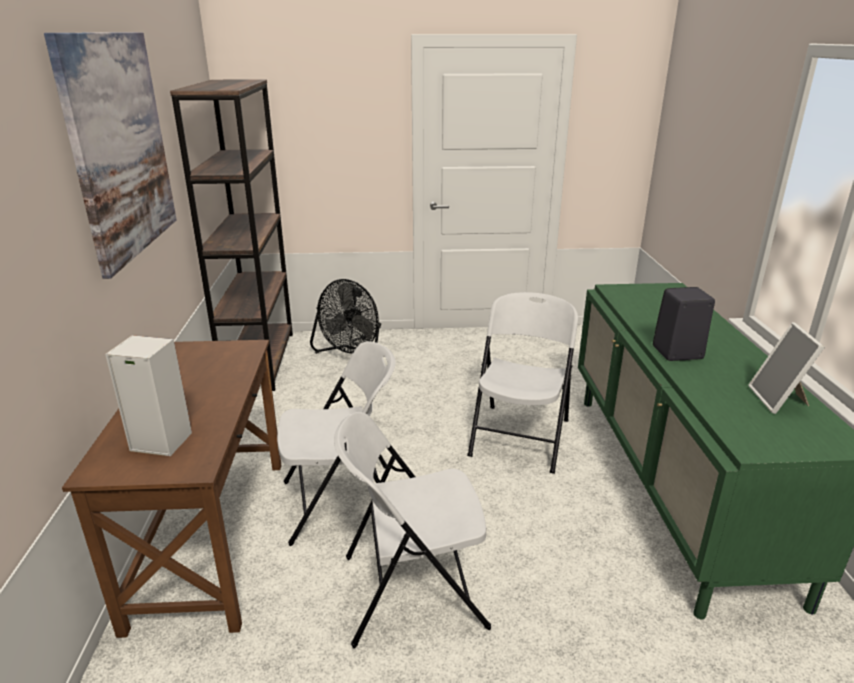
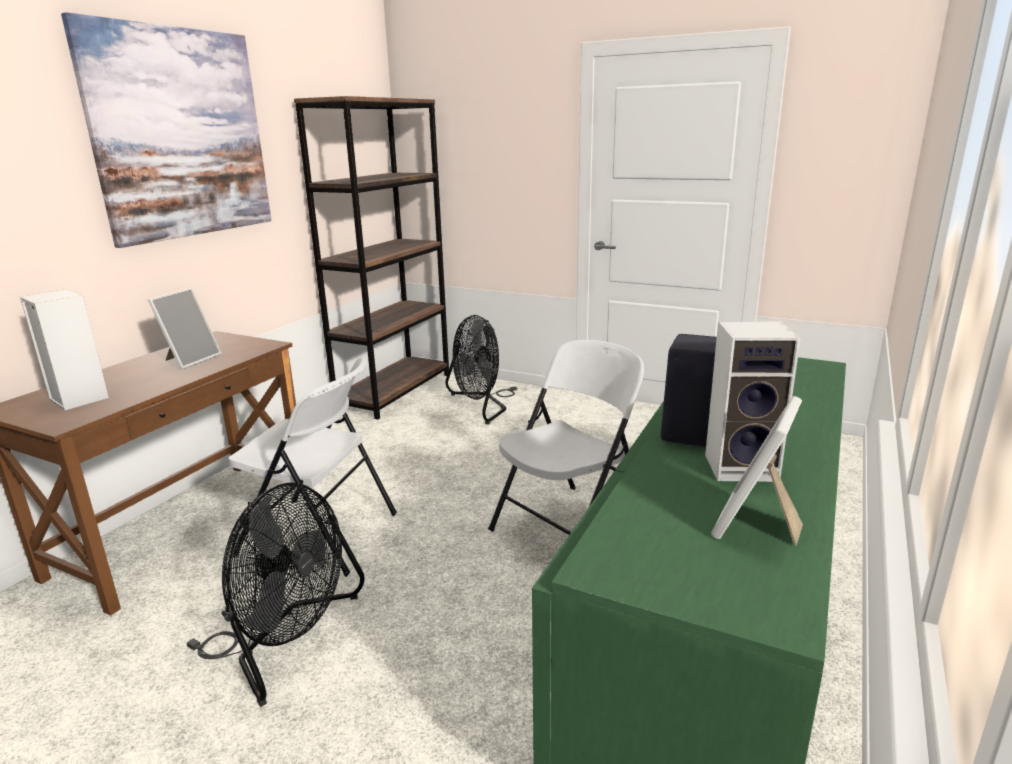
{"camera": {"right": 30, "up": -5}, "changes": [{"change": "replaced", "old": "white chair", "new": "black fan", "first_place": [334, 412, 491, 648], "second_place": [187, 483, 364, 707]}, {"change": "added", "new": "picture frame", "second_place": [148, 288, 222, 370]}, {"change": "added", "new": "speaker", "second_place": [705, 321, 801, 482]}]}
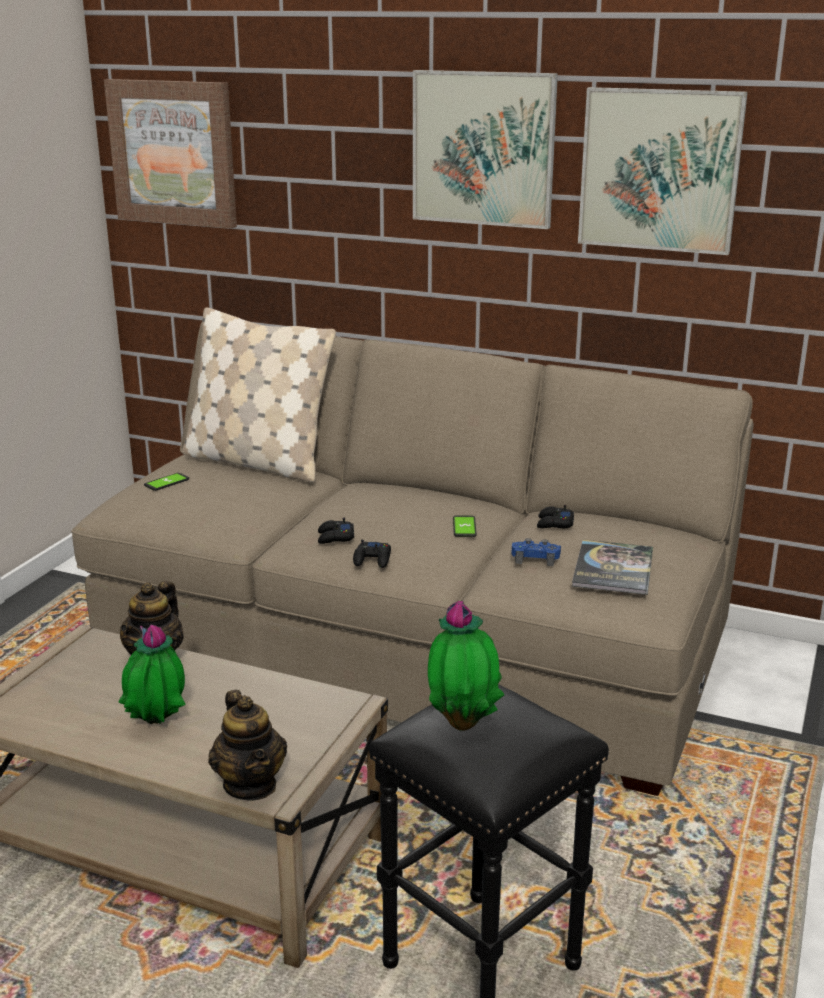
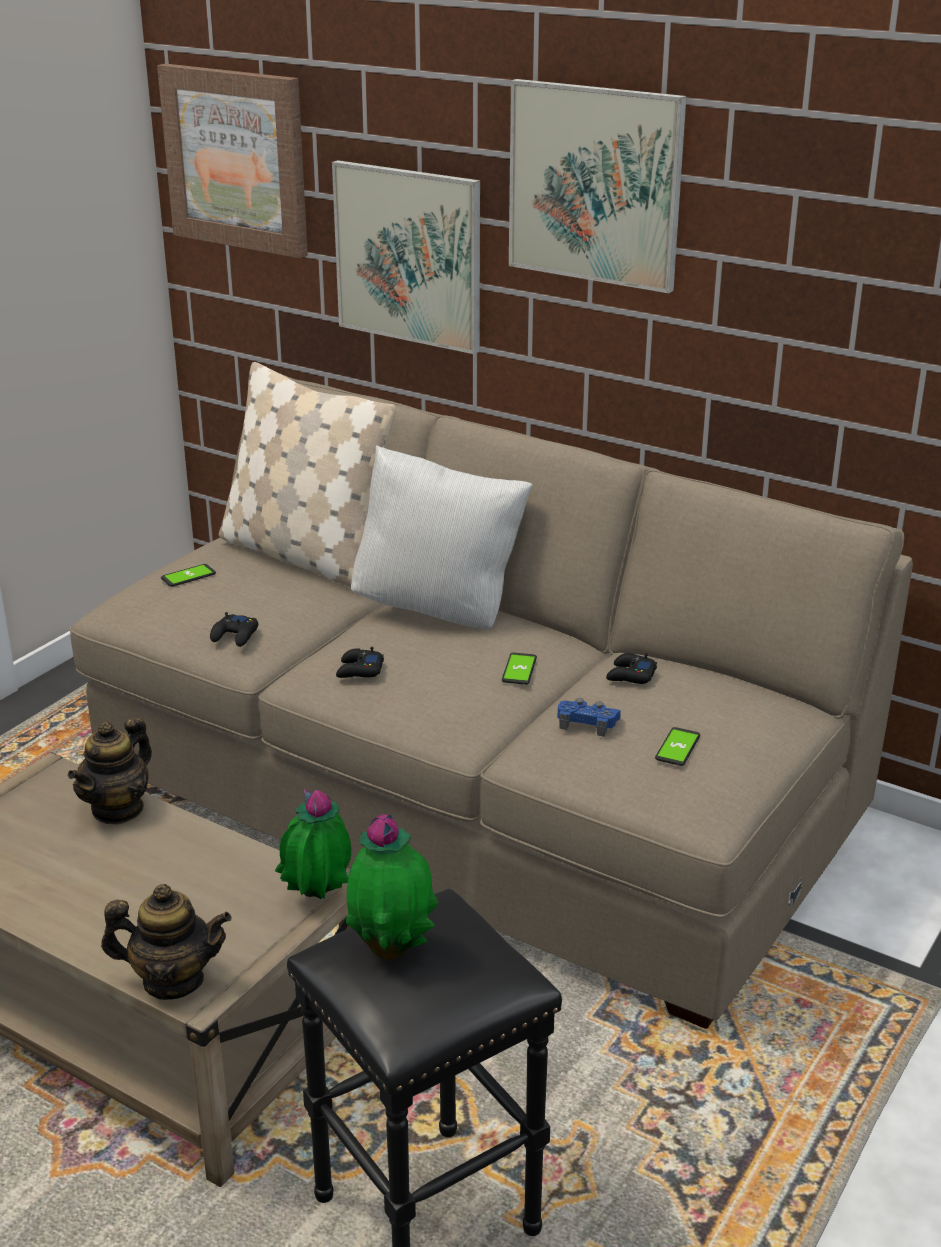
{"camera": {"right": 10, "up": 5}, "changes": [{"change": "moved", "old": "potted plant", "first_place": [118, 625, 186, 724], "second_place": [275, 789, 351, 899]}, {"change": "turned", "old": "teapot", "first_place": [208, 690, 287, 801], "second_place": [101, 884, 231, 1000], "degrees": -75}, {"change": "moved", "old": "black game controller", "first_place": [353, 540, 391, 568], "second_place": [210, 612, 258, 647]}, {"change": "replaced", "old": "book", "new": "phone", "first_place": [572, 540, 653, 595], "second_place": [655, 727, 700, 766]}, {"change": "moved", "old": "picture", "first_place": [578, 87, 748, 255], "second_place": [332, 160, 480, 354]}, {"change": "added", "new": "white pillow", "second_place": [351, 445, 533, 630]}]}
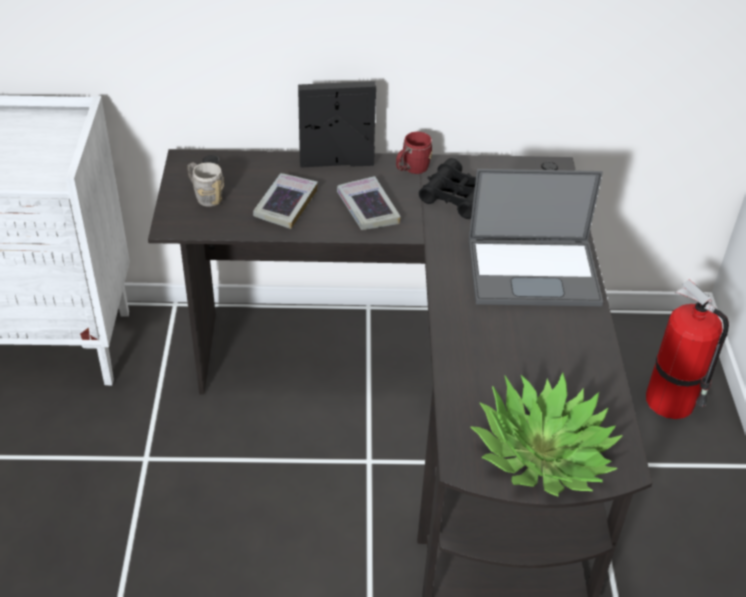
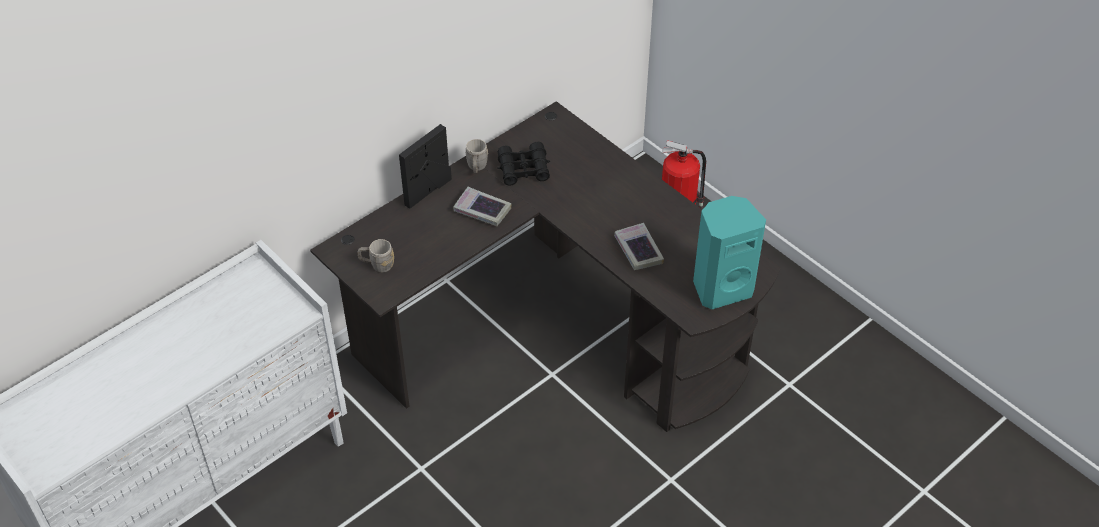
{"camera": {"right": -40, "up": 5}, "changes": [{"change": "moved", "old": "book", "first_place": [253, 173, 318, 229], "second_place": [614, 223, 664, 270]}, {"change": "recoloured", "old": "red mug", "new": "grey mug", "first_place": [396, 132, 432, 174], "second_place": [466, 139, 488, 173]}, {"change": "removed", "old": "laptop", "first_place": [468, 169, 603, 306]}, {"change": "replaced", "old": "potted plant", "new": "turquoise speaker", "first_place": [471, 372, 623, 496], "second_place": [693, 196, 766, 309]}]}
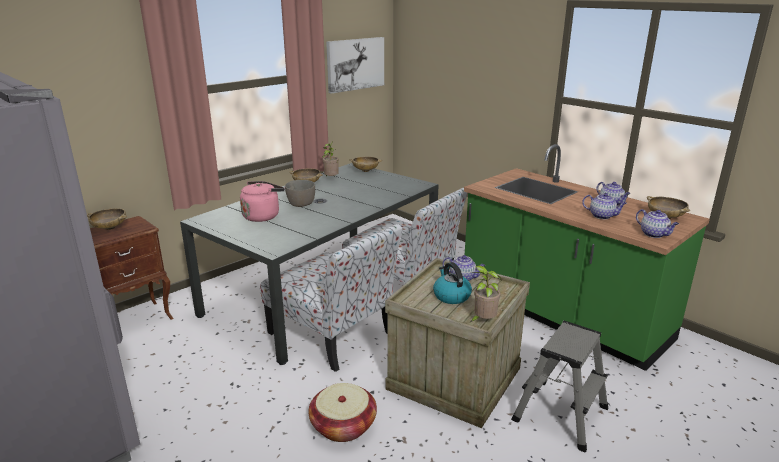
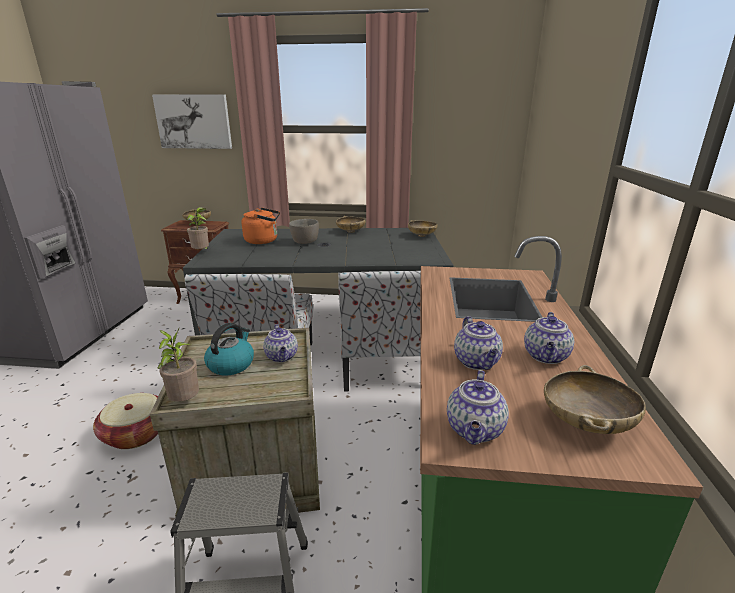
{"camera": {"right": 50, "up": 0}, "changes": [{"change": "recoloured", "old": "pink kettle", "new": "orange kettle", "first_place": [240, 181, 285, 222], "second_place": [241, 208, 280, 244]}, {"change": "moved", "old": "potted plant", "first_place": [322, 141, 339, 177], "second_place": [185, 207, 209, 250]}, {"change": "moved", "old": "picture", "first_place": [326, 37, 384, 94], "second_place": [152, 94, 232, 149]}]}
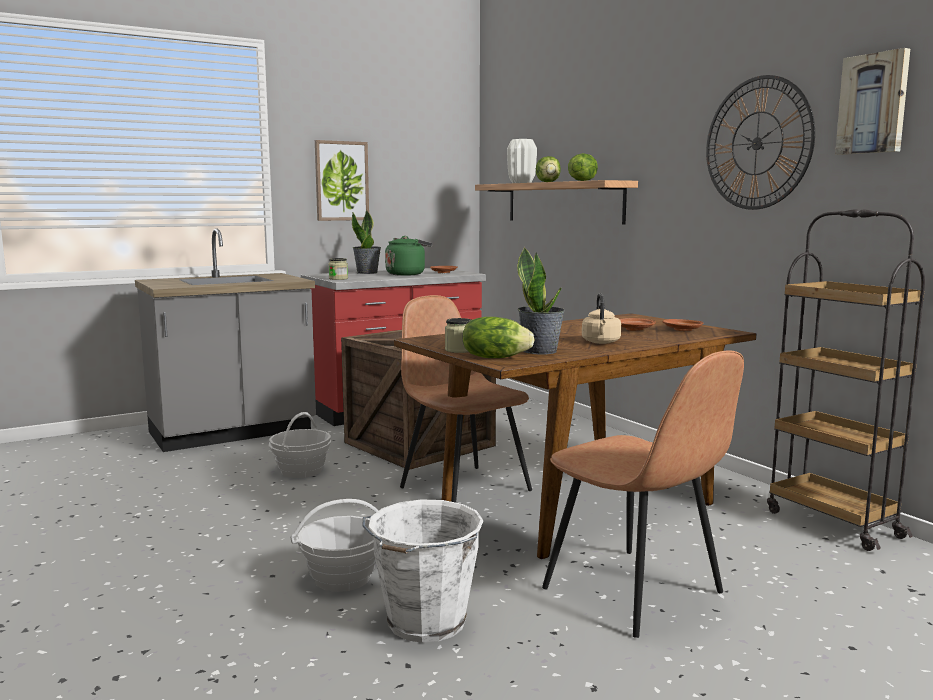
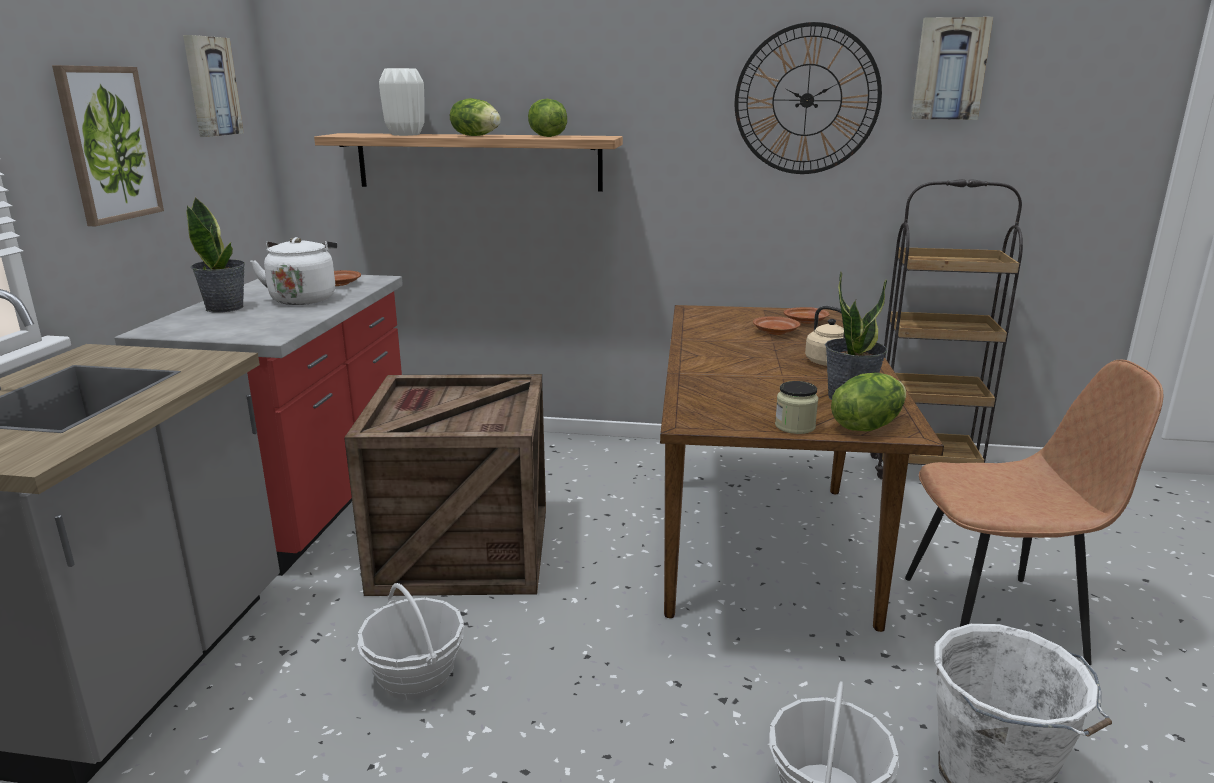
{"camera": {"right": -50, "up": 10}, "changes": [{"change": "removed", "old": "jar", "first_place": [328, 258, 348, 280]}, {"change": "recoloured", "old": "green kettle", "new": "white kettle", "first_place": [385, 236, 432, 276], "second_place": [250, 237, 337, 305]}, {"change": "removed", "old": "brown chair", "first_place": [400, 295, 532, 503]}, {"change": "added", "new": "picture", "second_place": [183, 35, 244, 137]}]}
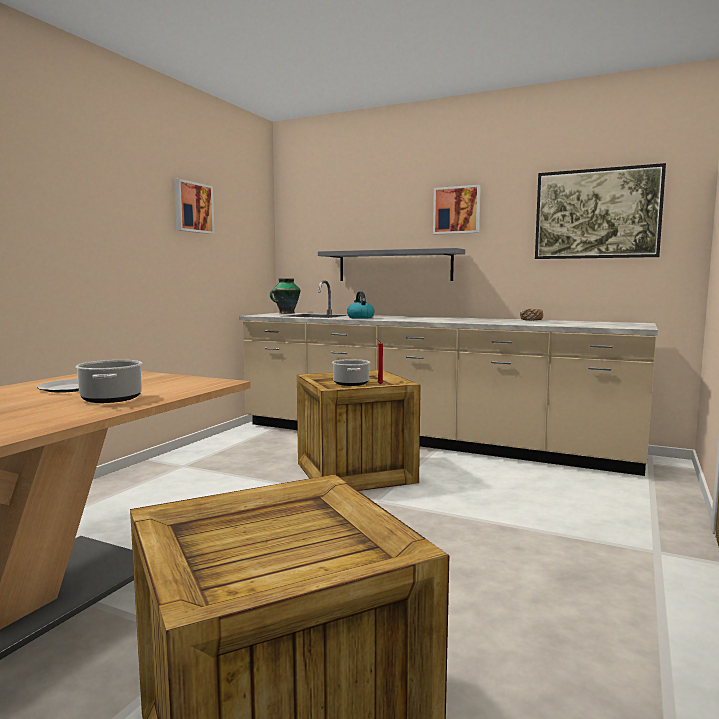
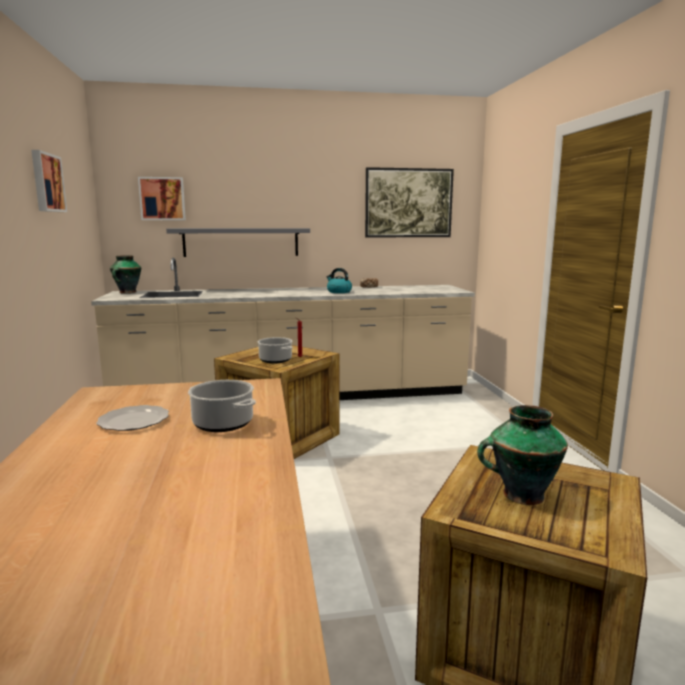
{"camera": {"right": -35, "up": 5}, "changes": [{"change": "moved", "old": "kettle", "first_place": [347, 291, 375, 319], "second_place": [327, 268, 352, 293]}, {"change": "moved", "old": "picture", "first_place": [433, 185, 481, 234], "second_place": [138, 177, 186, 220]}, {"change": "added", "new": "vase", "second_place": [477, 405, 568, 505]}]}
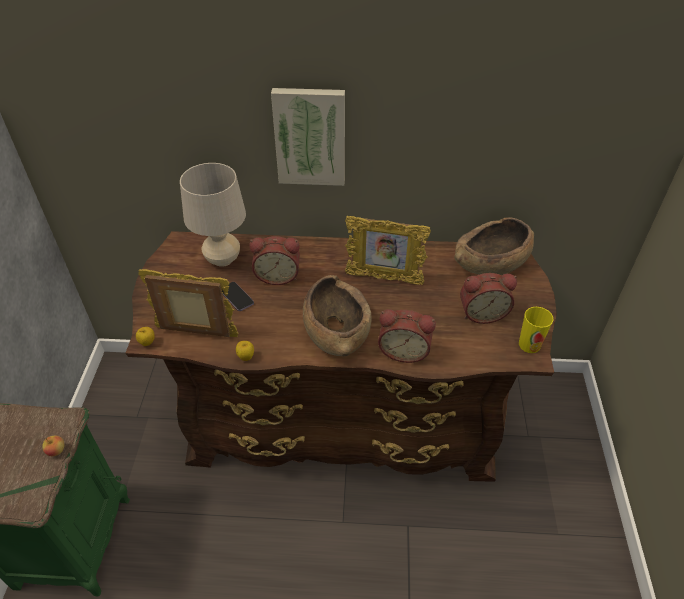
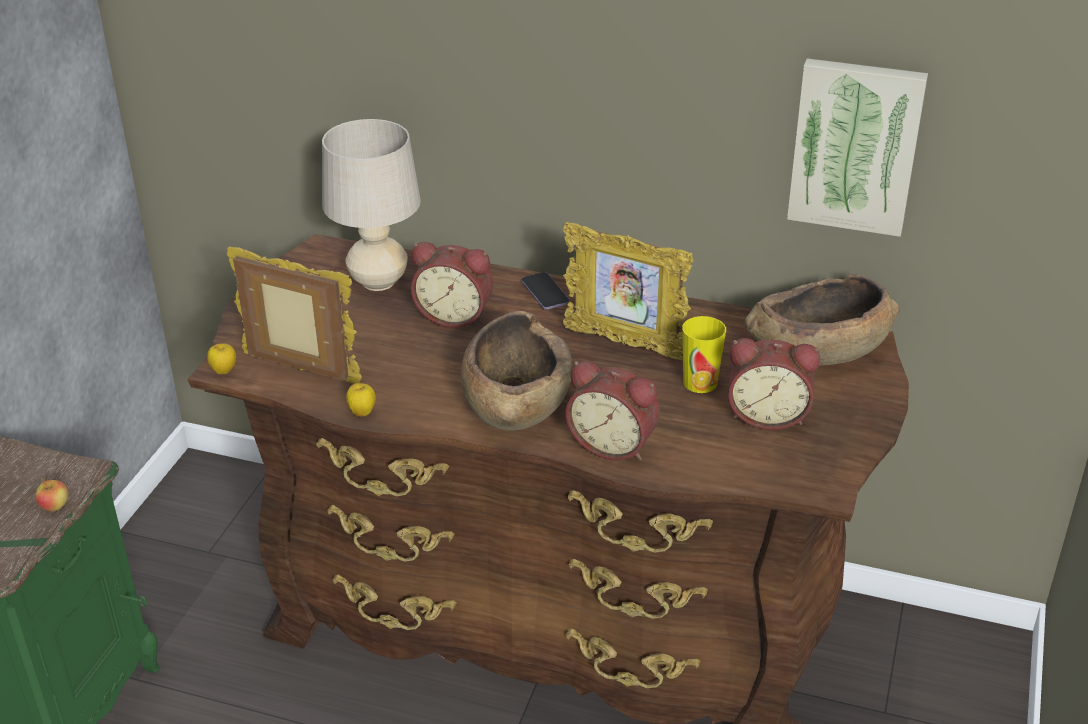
{"camera": {"right": 15, "up": -10}, "changes": [{"change": "moved", "old": "phone", "first_place": [222, 282, 254, 311], "second_place": [521, 272, 570, 310]}, {"change": "moved", "old": "picture", "first_place": [271, 88, 345, 186], "second_place": [787, 58, 928, 237]}, {"change": "moved", "old": "cup", "first_place": [519, 307, 553, 353], "second_place": [682, 316, 726, 393]}]}
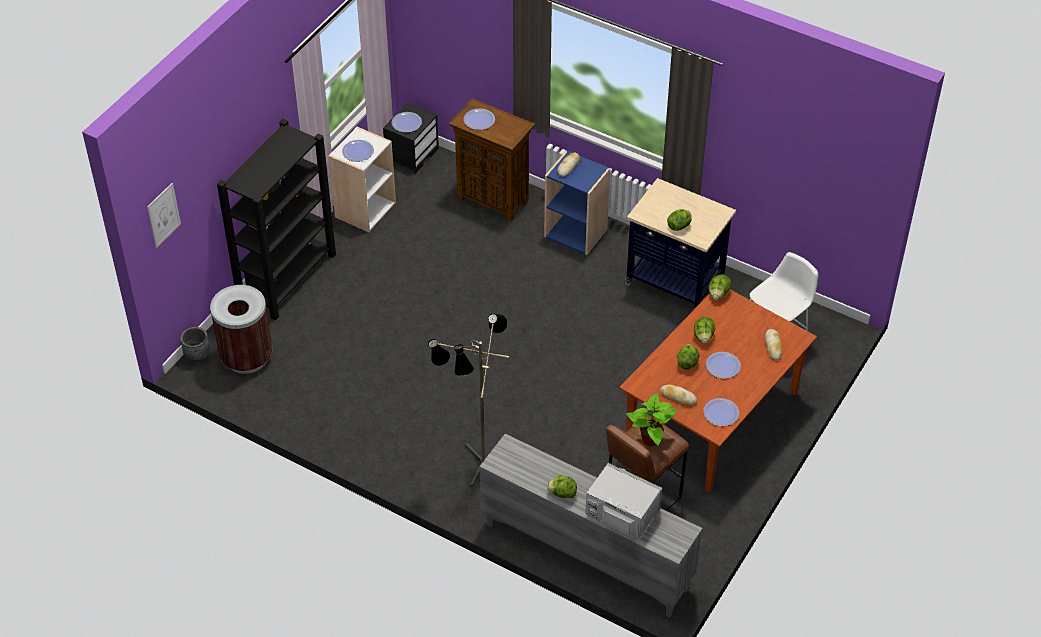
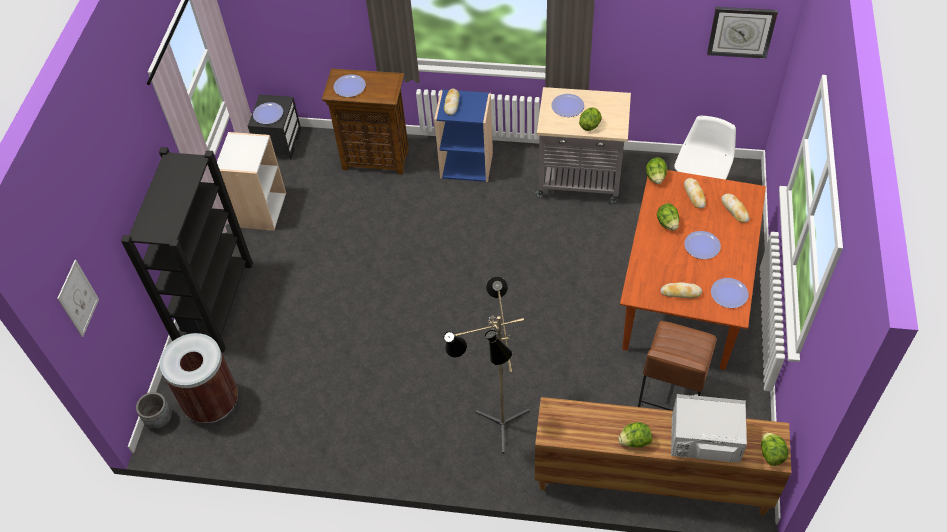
{"camera": {"right": -20, "up": 5}, "changes": [{"change": "moved", "old": "plate", "first_place": [342, 140, 374, 162], "second_place": [551, 94, 584, 117]}, {"change": "recoloured", "old": "grey dresser", "new": "brown dresser", "first_place": [479, 434, 702, 617], "second_place": [535, 397, 791, 515]}, {"change": "recoloured", "old": "blue cart", "new": "grey cart", "first_place": [624, 178, 736, 312], "second_place": [535, 87, 631, 204]}, {"change": "removed", "old": "potted plant", "first_place": [626, 393, 677, 447]}, {"change": "moved", "old": "lettuce", "first_place": [677, 344, 699, 370], "second_place": [761, 433, 788, 466]}, {"change": "added", "new": "bread", "second_place": [684, 178, 706, 208]}, {"change": "added", "new": "wall clock", "second_place": [707, 7, 778, 59]}]}
